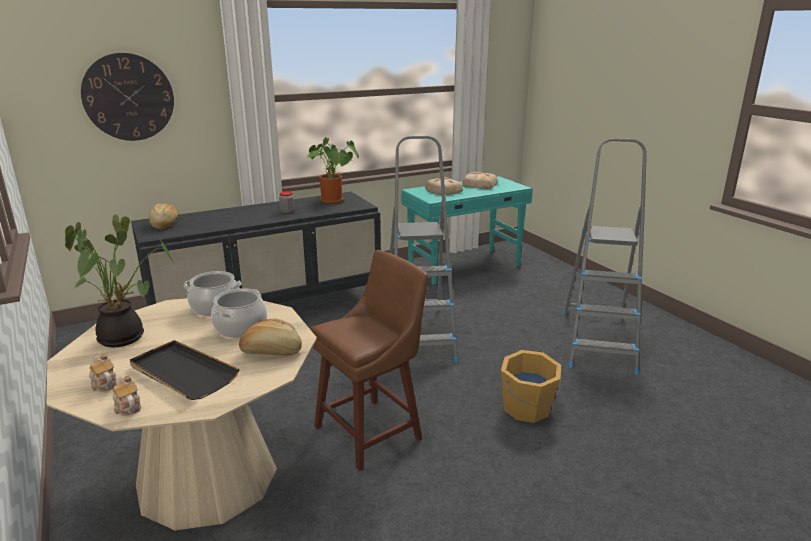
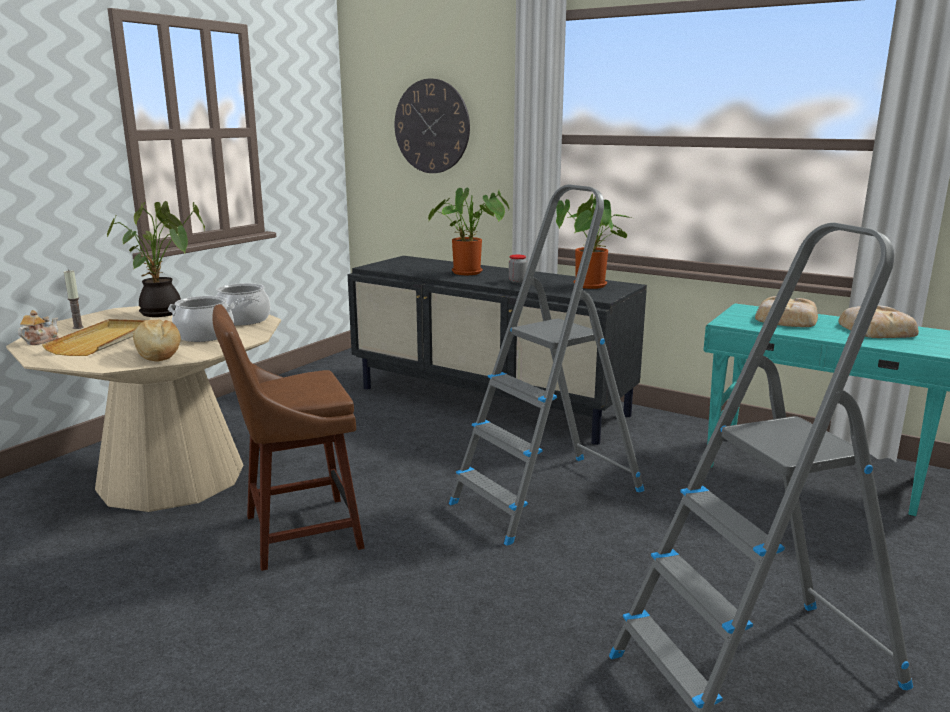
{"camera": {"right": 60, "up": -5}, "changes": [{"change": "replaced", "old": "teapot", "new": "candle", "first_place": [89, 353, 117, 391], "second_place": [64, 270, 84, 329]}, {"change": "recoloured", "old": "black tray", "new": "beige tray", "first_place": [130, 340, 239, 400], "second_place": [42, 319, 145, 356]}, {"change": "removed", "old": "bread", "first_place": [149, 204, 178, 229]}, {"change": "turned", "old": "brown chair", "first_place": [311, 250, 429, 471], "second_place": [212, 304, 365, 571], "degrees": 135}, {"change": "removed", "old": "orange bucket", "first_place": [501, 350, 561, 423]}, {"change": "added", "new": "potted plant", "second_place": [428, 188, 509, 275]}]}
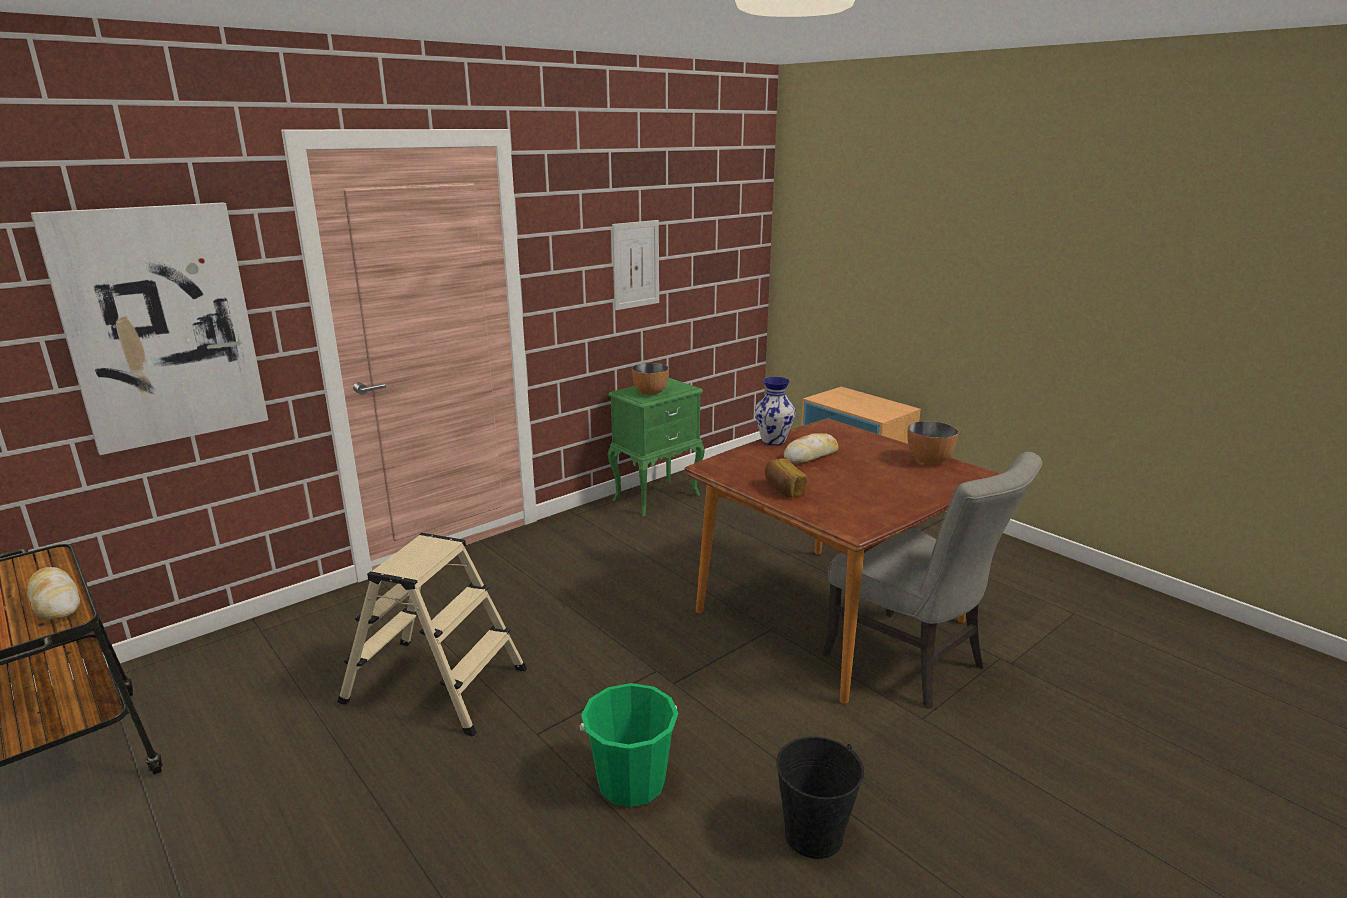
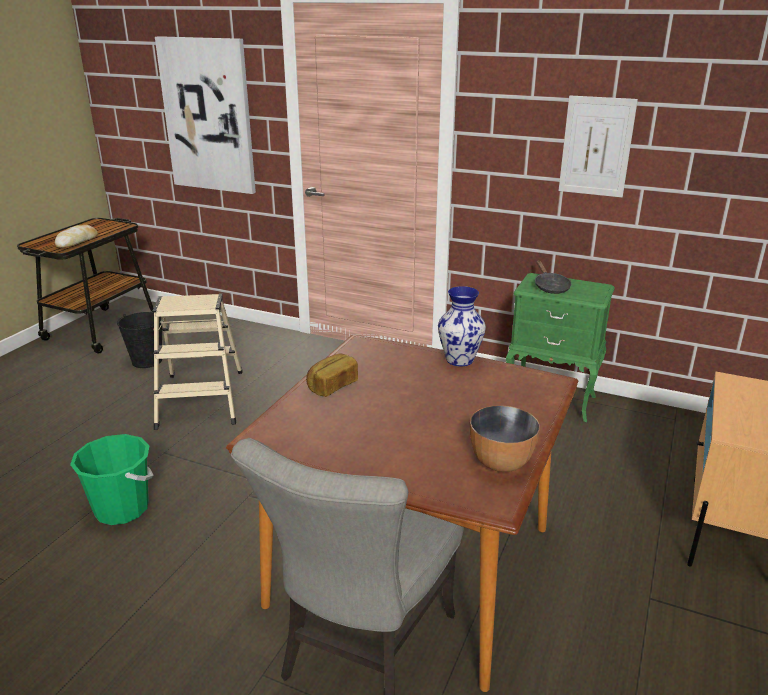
{"camera": {"right": 65, "up": 5}, "changes": [{"change": "replaced", "old": "bowl", "new": "black frying pan", "first_place": [632, 363, 669, 395], "second_place": [535, 260, 571, 294]}, {"change": "moved", "old": "black bucket", "first_place": [776, 737, 864, 859], "second_place": [117, 312, 162, 368]}, {"change": "removed", "old": "bread", "first_place": [784, 433, 839, 464]}]}
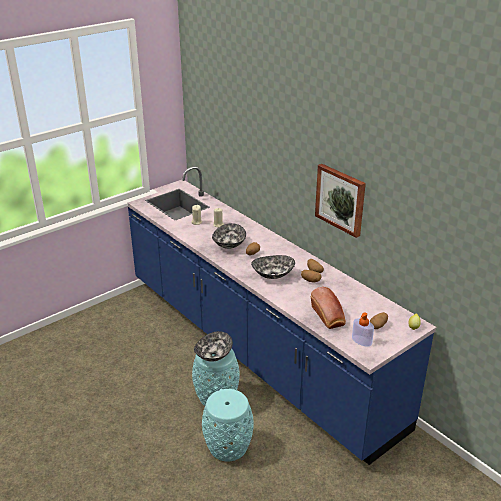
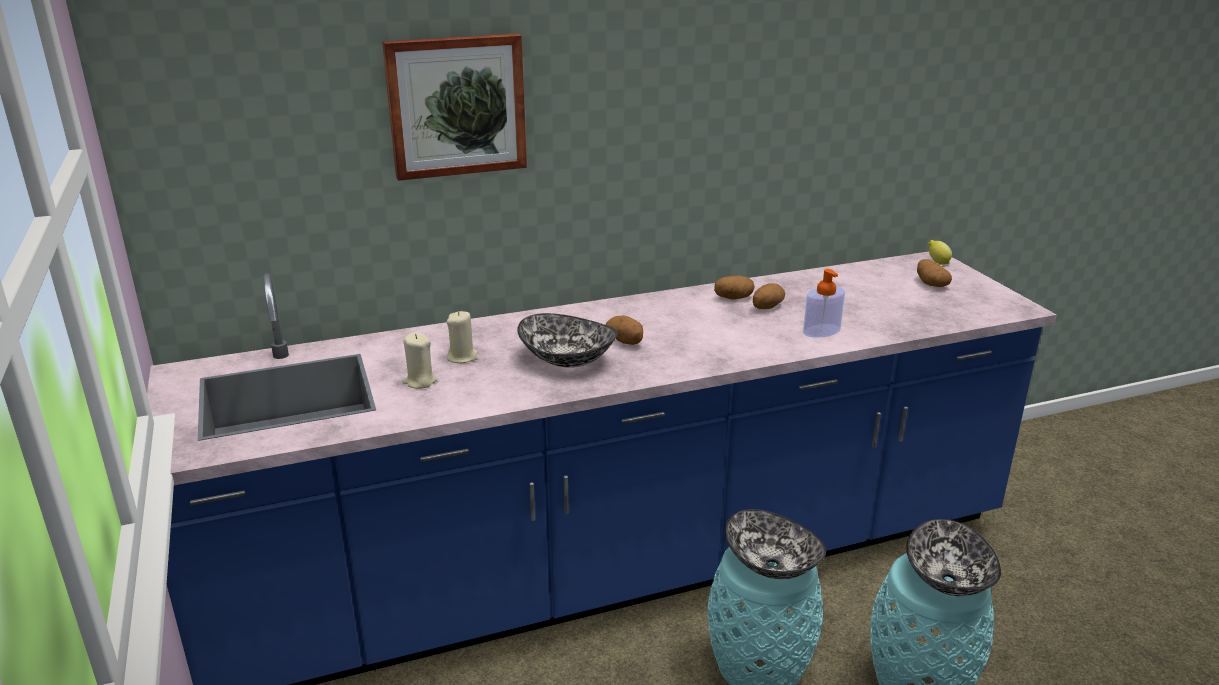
{"camera": {"right": -70, "up": -5}, "changes": [{"change": "moved", "old": "bowl", "first_place": [251, 255, 295, 279], "second_place": [906, 519, 1001, 596]}, {"change": "removed", "old": "bread", "first_place": [311, 287, 346, 329]}, {"change": "moved", "old": "picture", "first_place": [315, 164, 366, 238], "second_place": [382, 34, 527, 181]}, {"change": "moved", "old": "soap dispenser", "first_place": [352, 312, 374, 346], "second_place": [803, 269, 845, 338]}]}
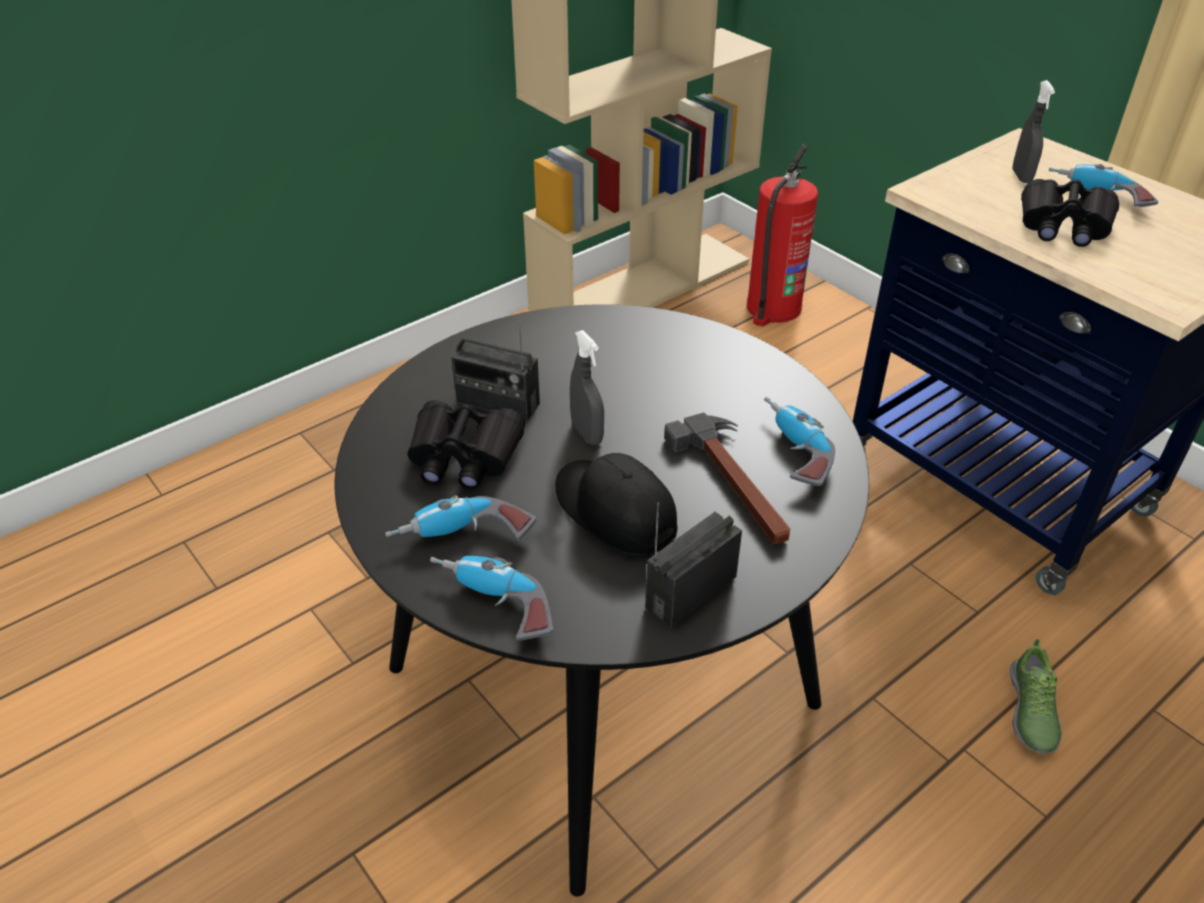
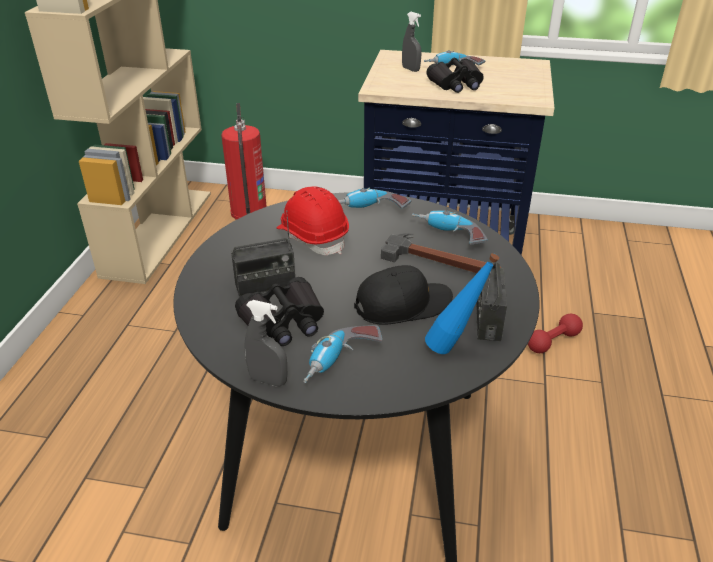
{"camera": {"right": -40, "up": -5}, "changes": [{"change": "moved", "old": "power drill", "first_place": [430, 556, 553, 640], "second_place": [338, 187, 411, 209]}, {"change": "turned", "old": "black cap", "first_place": [556, 453, 677, 556], "second_place": [354, 265, 453, 325], "degrees": 150}, {"change": "moved", "old": "grey spray bottle", "first_place": [570, 330, 604, 445], "second_place": [245, 300, 287, 387]}, {"change": "replaced", "old": "shoe", "new": "red dumbbell", "first_place": [1010, 639, 1062, 754], "second_place": [528, 314, 583, 353]}, {"change": "added", "new": "red hard hat", "second_place": [276, 186, 349, 255]}, {"change": "added", "new": "blue bottle", "second_place": [425, 253, 499, 354]}]}
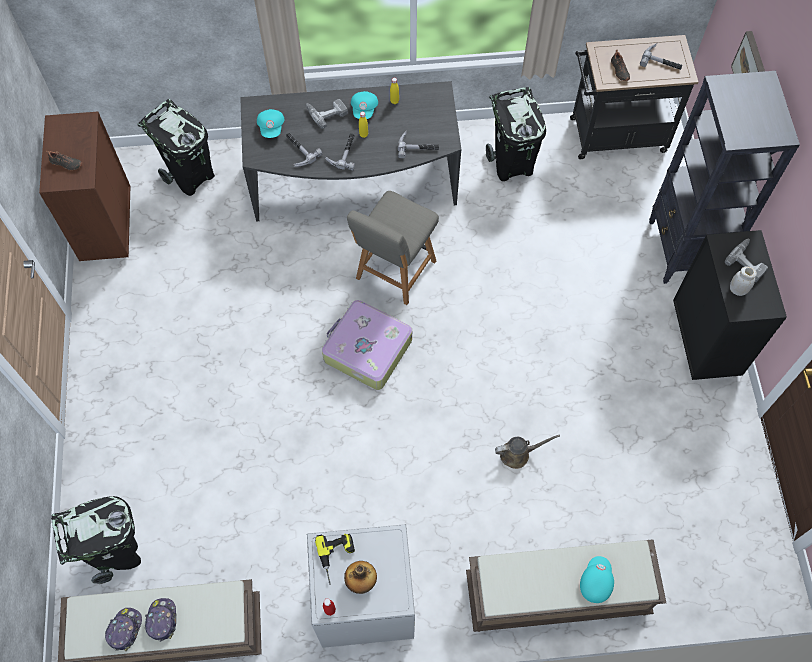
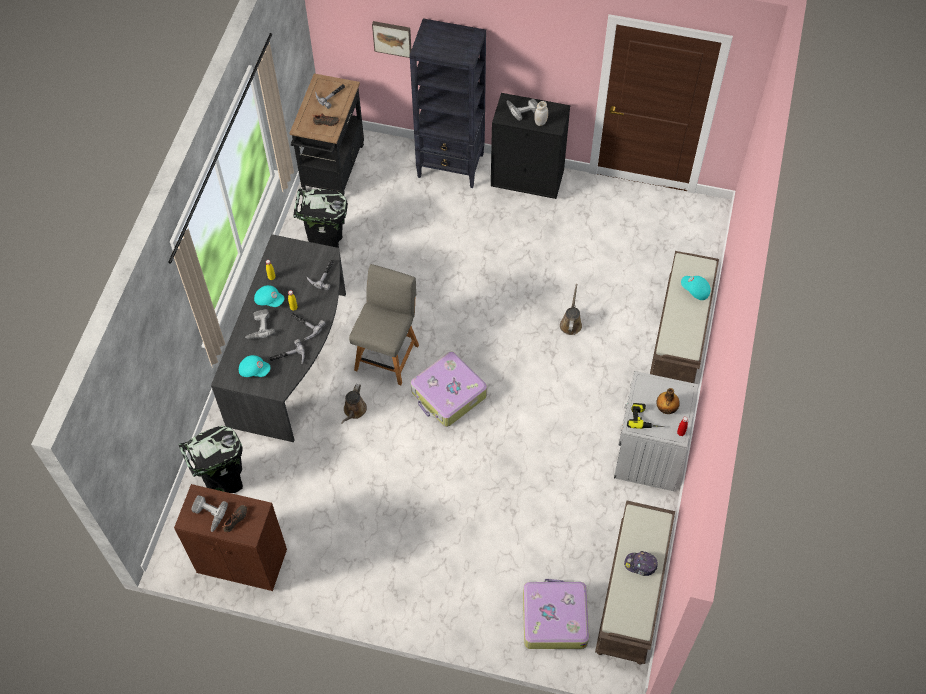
{"camera": {"right": -70, "up": -5}, "changes": [{"change": "replaced", "old": "black trash can", "new": "suitcase", "first_place": [51, 496, 141, 584], "second_place": [523, 579, 589, 649]}, {"change": "removed", "old": "cap", "first_place": [105, 608, 142, 651]}, {"change": "turned", "old": "grey chair", "first_place": [347, 191, 439, 305], "second_place": [349, 264, 419, 385], "degrees": -120}, {"change": "added", "new": "power drill", "second_place": [191, 495, 228, 532]}, {"change": "added", "new": "brown watering can", "second_place": [341, 384, 367, 424]}]}
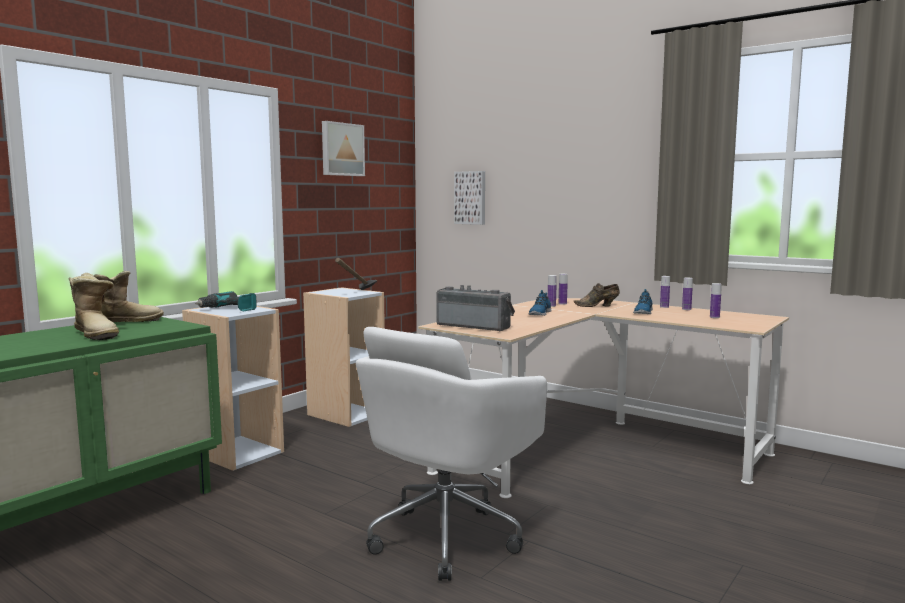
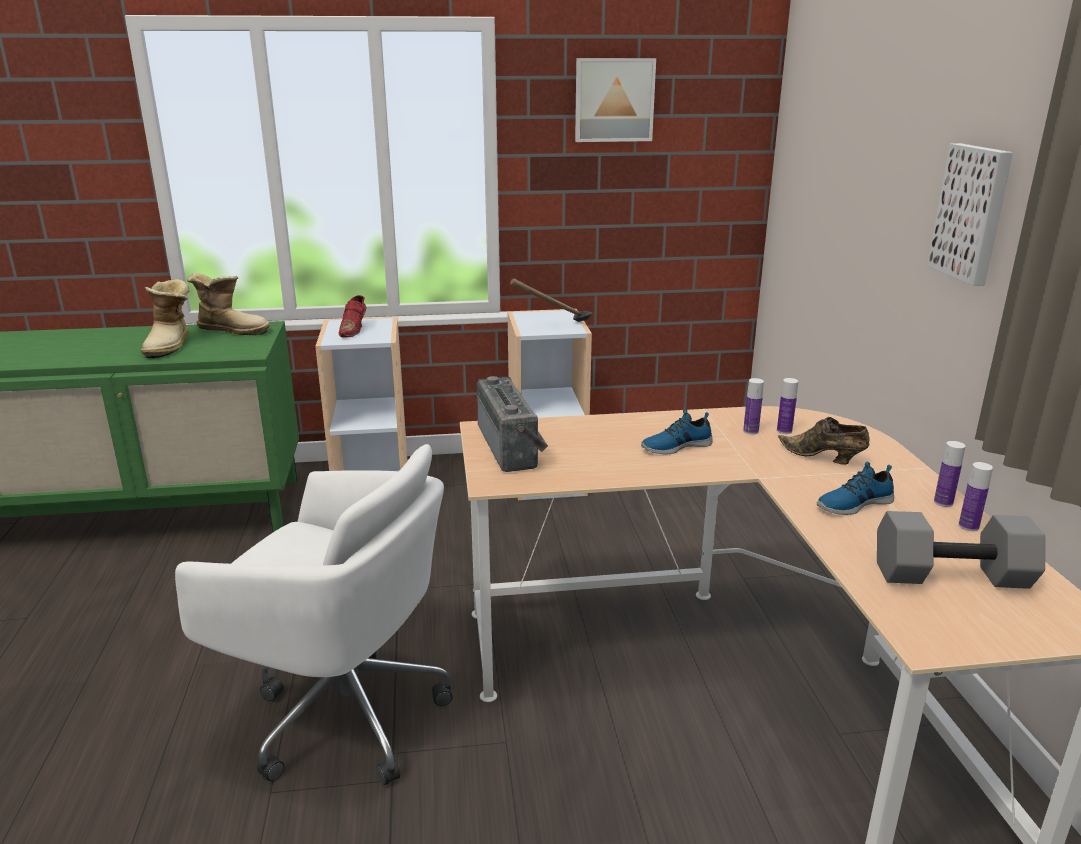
{"camera": {"right": 45, "up": 15}, "changes": [{"change": "replaced", "old": "power drill", "new": "red shoe", "first_place": [195, 291, 257, 311], "second_place": [339, 295, 366, 337]}, {"change": "turned", "old": "white office chair", "first_place": [356, 327, 547, 581], "second_place": [175, 444, 453, 785], "degrees": -150}, {"change": "moved", "old": "picture", "first_place": [454, 171, 485, 225], "second_place": [927, 143, 1013, 286]}, {"change": "replaced", "old": "bottle", "new": "grey dumbbell", "first_place": [710, 283, 722, 318], "second_place": [877, 511, 1045, 589]}]}
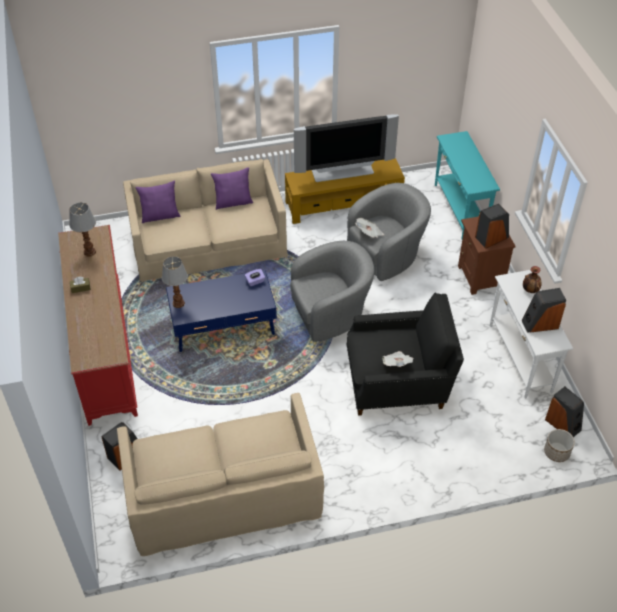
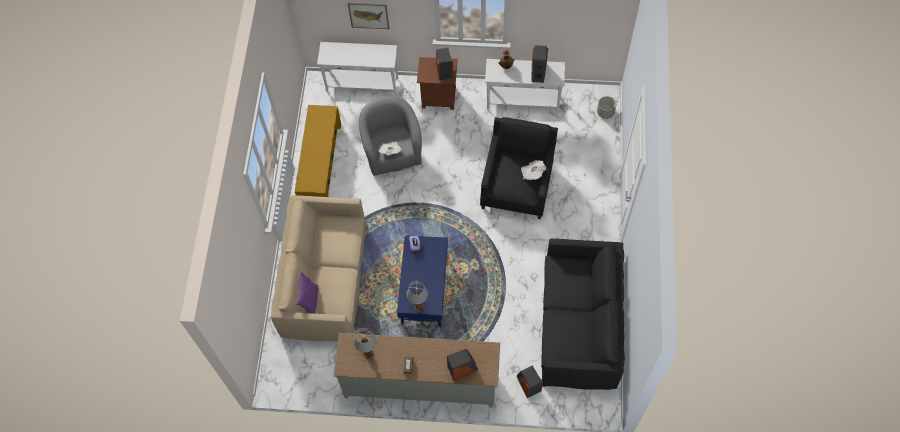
{"camera": {"right": -70, "up": 15}, "changes": [{"change": "recoloured", "old": "red cabinet", "new": "grey cabinet", "first_place": [58, 225, 138, 426], "second_place": [333, 333, 500, 408]}, {"change": "recoloured", "old": "beige sofa", "new": "black sofa", "first_place": [117, 393, 324, 556], "second_place": [541, 238, 625, 390]}, {"change": "removed", "old": "purple pillow", "first_place": [211, 167, 253, 210]}, {"change": "removed", "old": "grey armchair", "first_place": [290, 241, 374, 342]}, {"change": "removed", "old": "television", "first_place": [294, 114, 399, 182]}, {"change": "recoloured", "old": "turquoise console table", "new": "white console table", "first_place": [435, 131, 500, 239], "second_place": [317, 42, 398, 96]}, {"change": "moved", "old": "speaker", "first_place": [545, 387, 584, 437], "second_place": [447, 349, 478, 381]}, {"change": "added", "new": "picture", "second_place": [348, 3, 389, 29]}]}
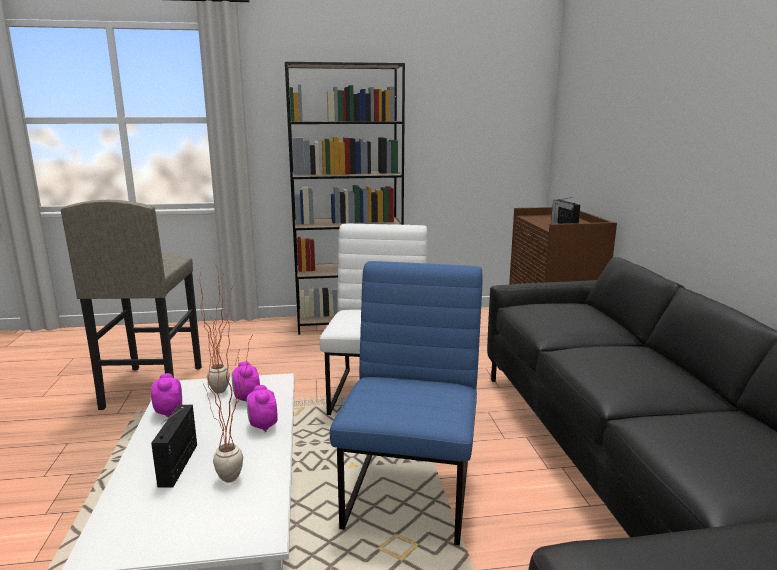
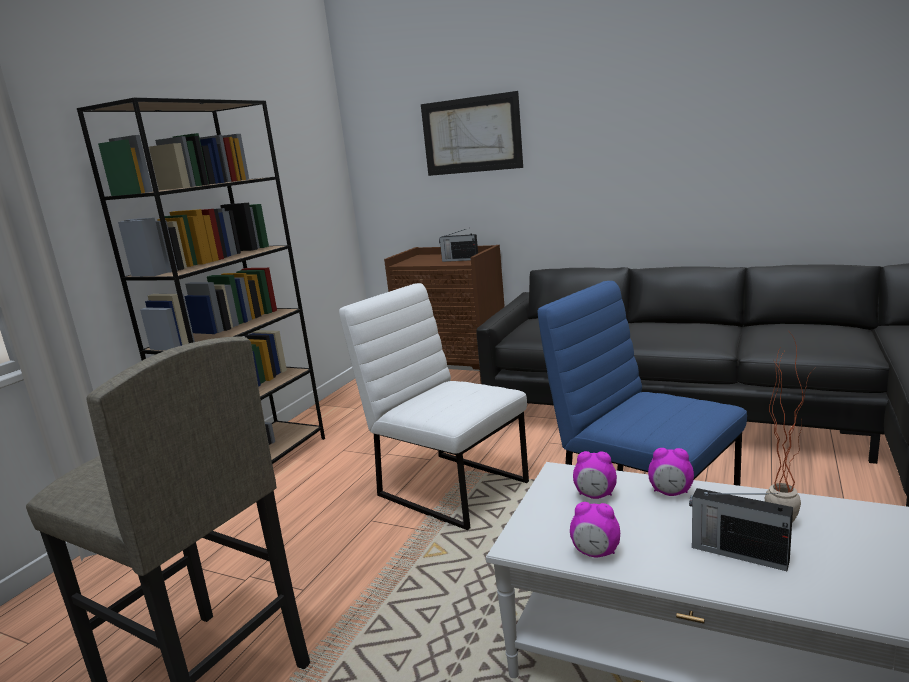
{"camera": {"right": -55, "up": 0}, "changes": [{"change": "removed", "old": "potted plant", "first_place": [197, 263, 231, 394]}, {"change": "added", "new": "picture", "second_place": [421, 91, 523, 176]}]}
